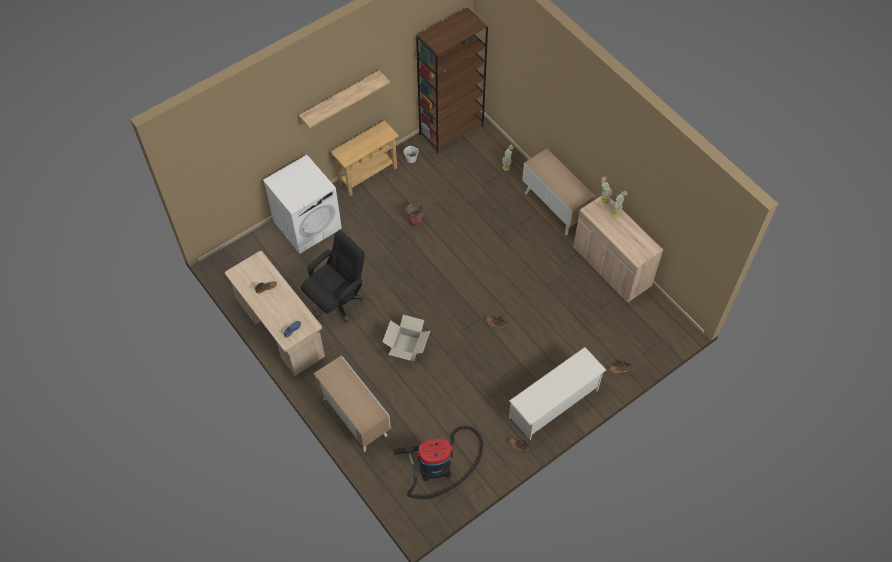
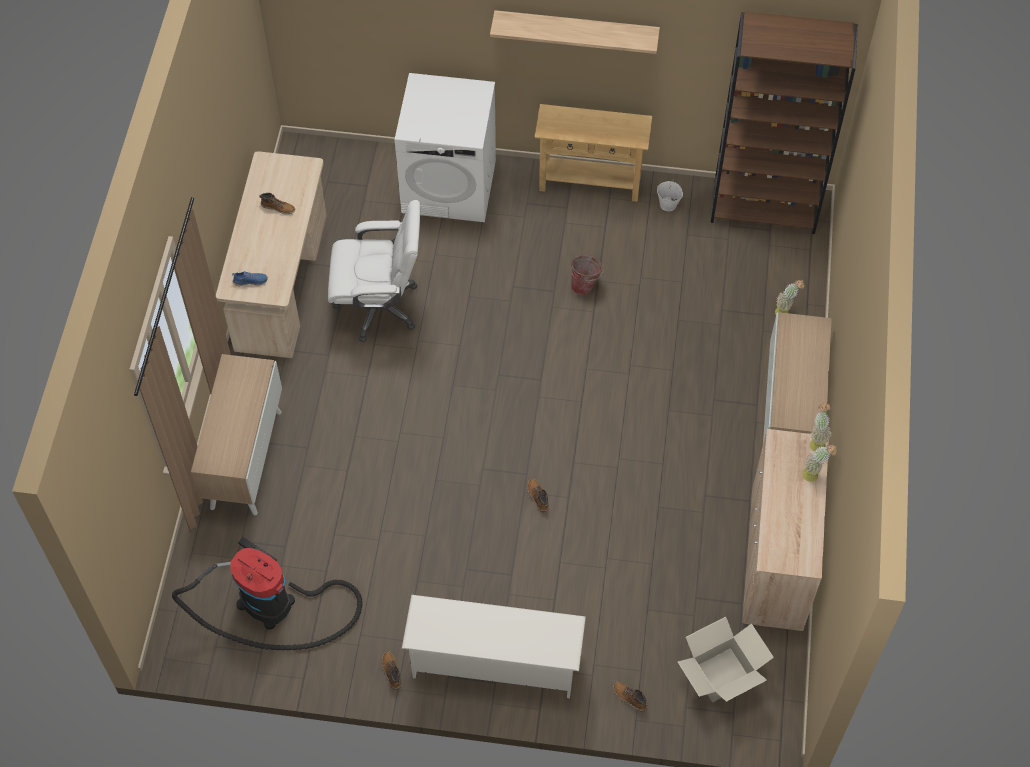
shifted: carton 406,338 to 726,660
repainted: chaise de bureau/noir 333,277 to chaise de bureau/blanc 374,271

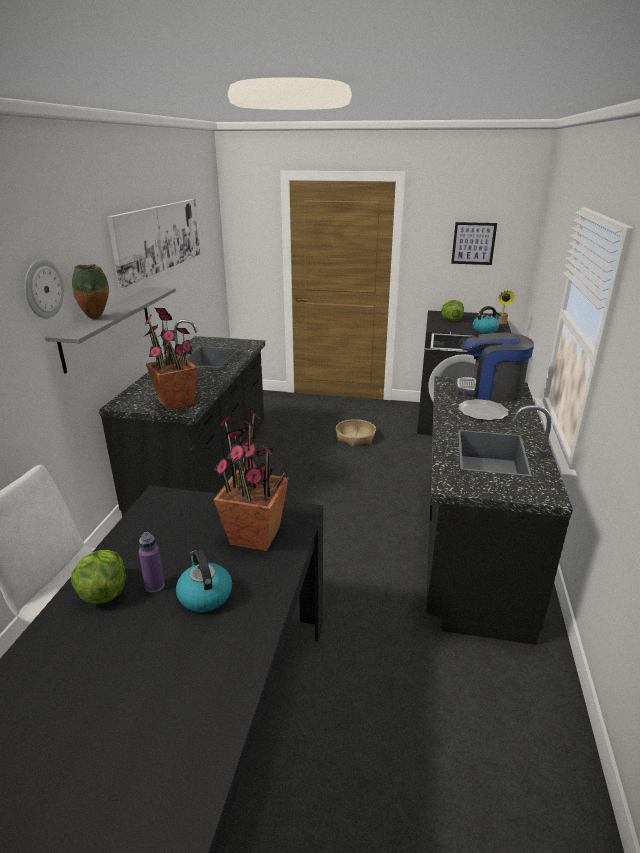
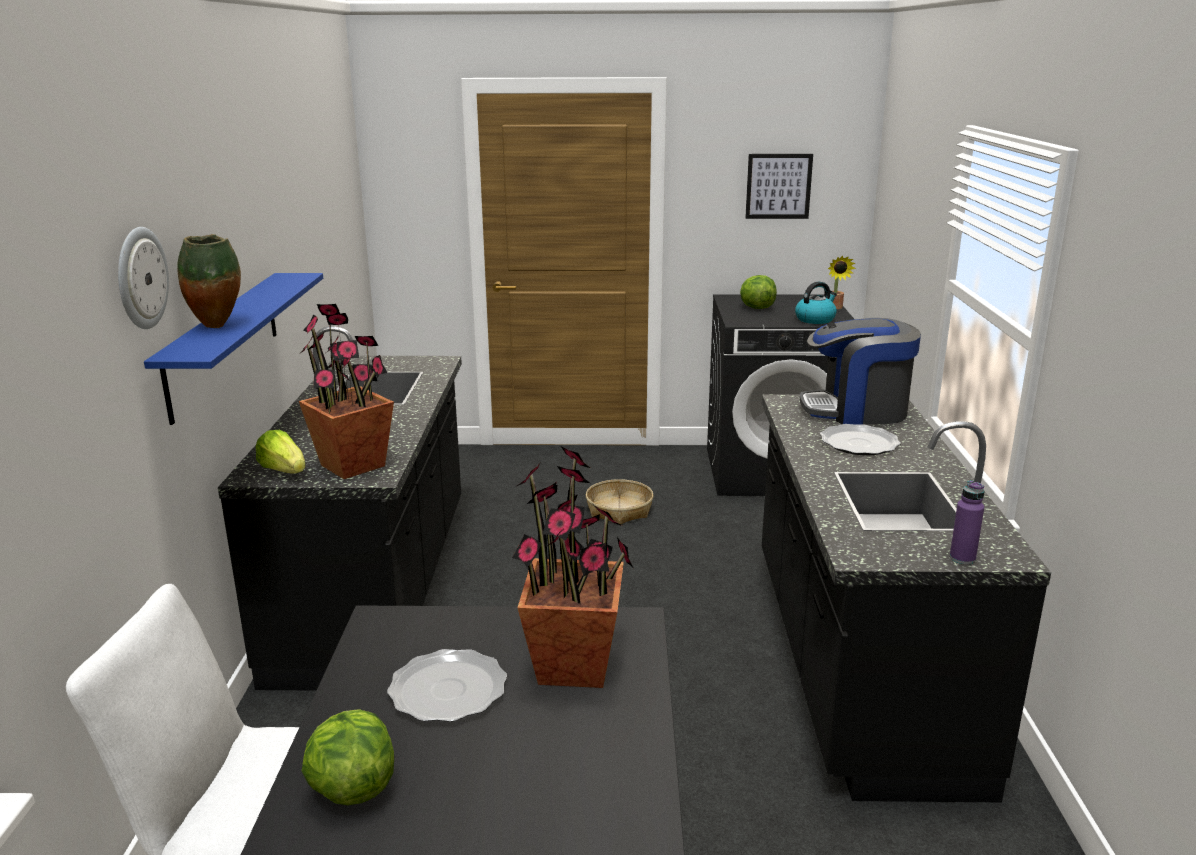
gone: tableau 153,243; bouilloire 204,581
new: laitue 280,452; assiette 447,685
shifted: bouteille/violet 152,562 to 967,522
repainted: étagère/gris 110,330 to étagère/bleu 233,349

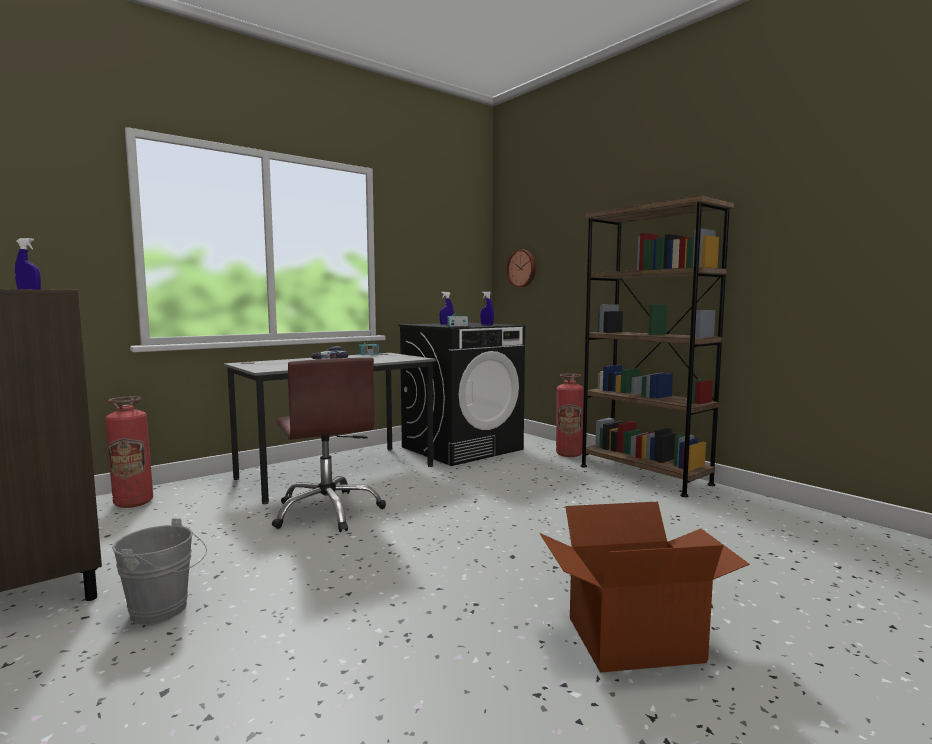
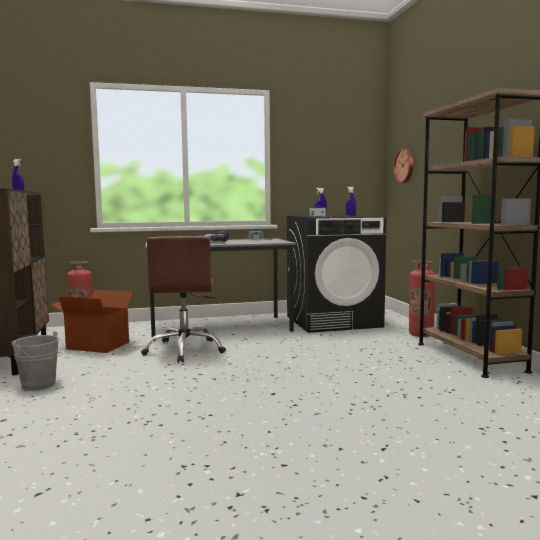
shifted: carton 644,587 to 95,321

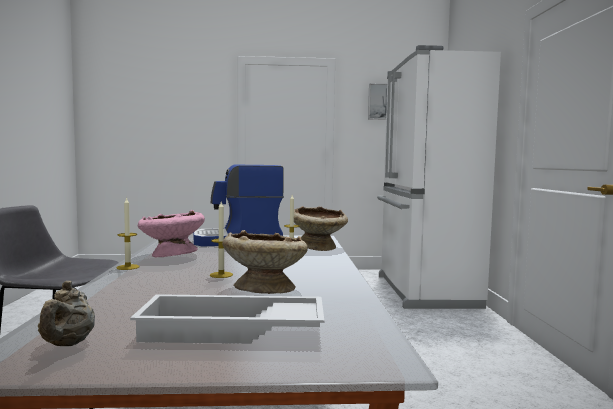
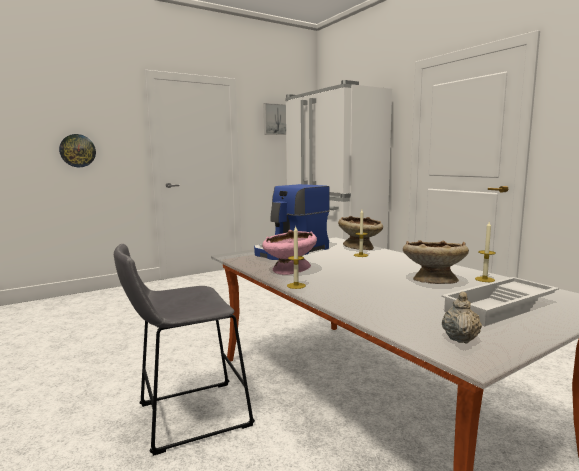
new: horloge murale 77,150
shifted: bougie 221,240 to 485,252
rotated: théière/beige 66,313 = 462,318 120 degrees counterclockwise

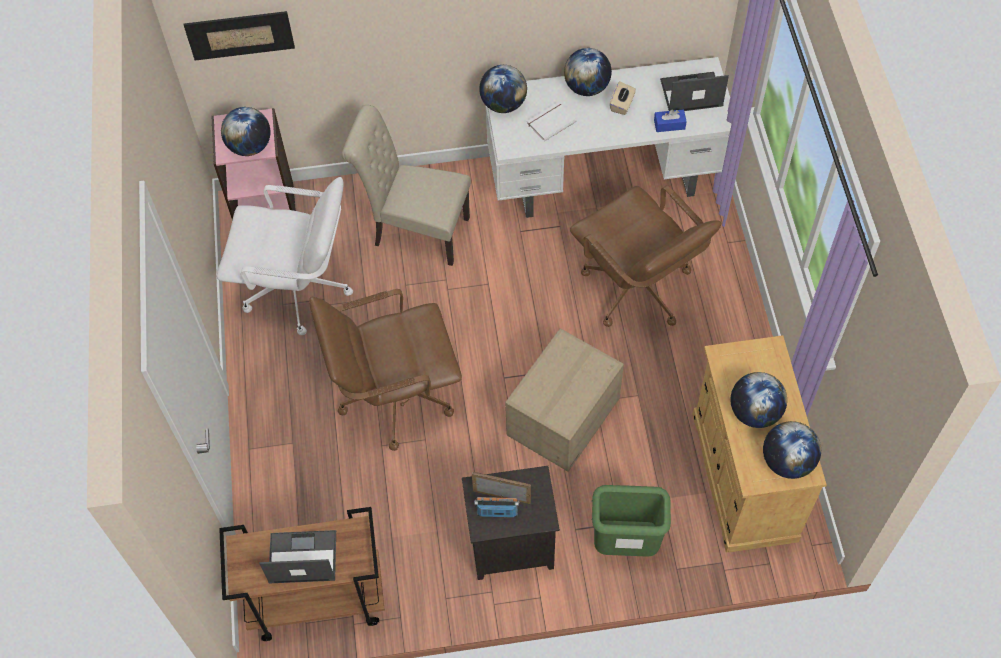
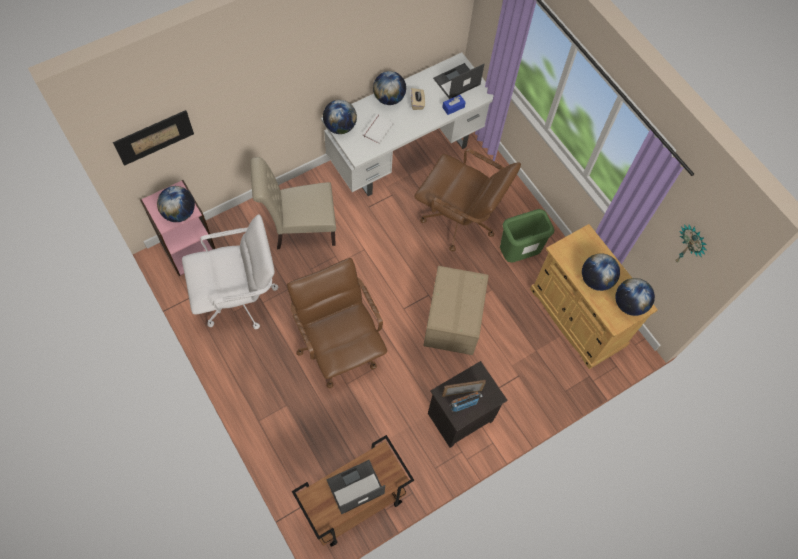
new: horloge murale 691,243
shifted: poubelle/vert 631,521 to 527,236
rotated: chaise de bureau/marron 385,370 = 337,323 105 degrees clockwise

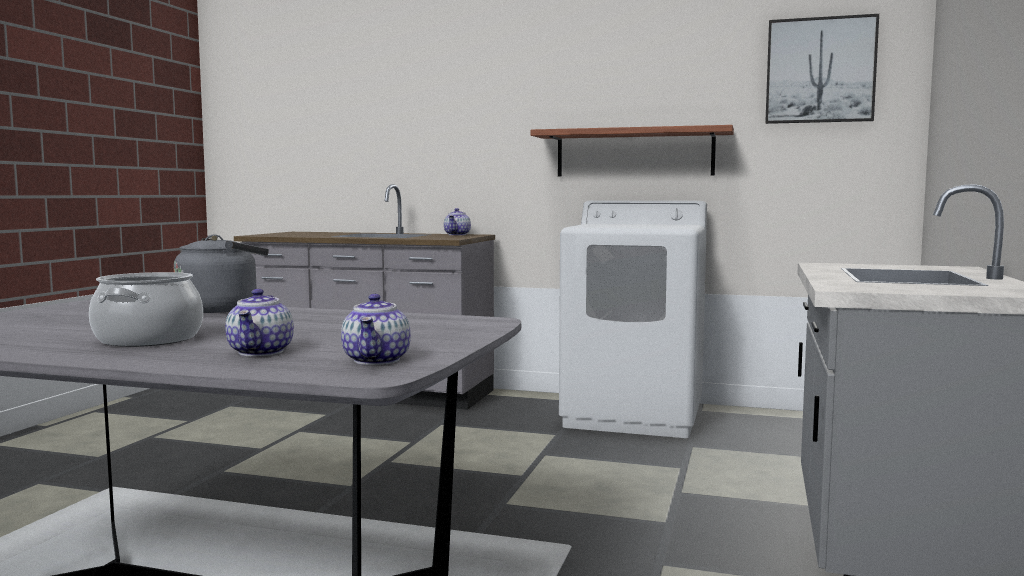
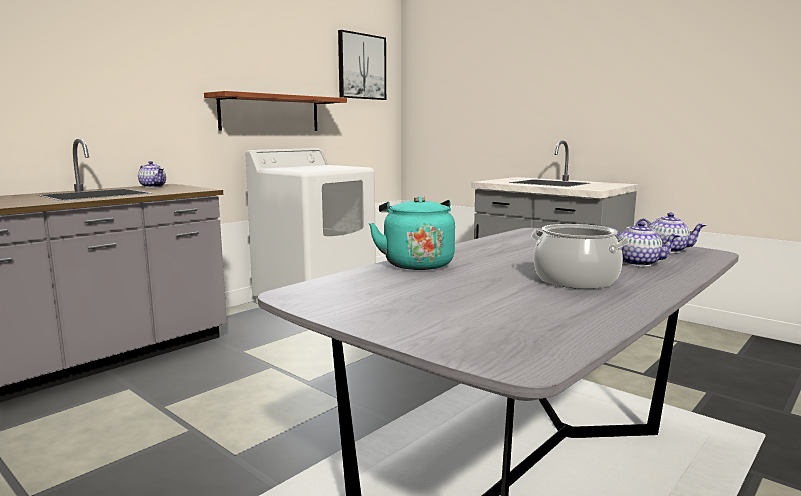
repainted: bouilloire/gris 221,273 to bouilloire/turquoise 412,233

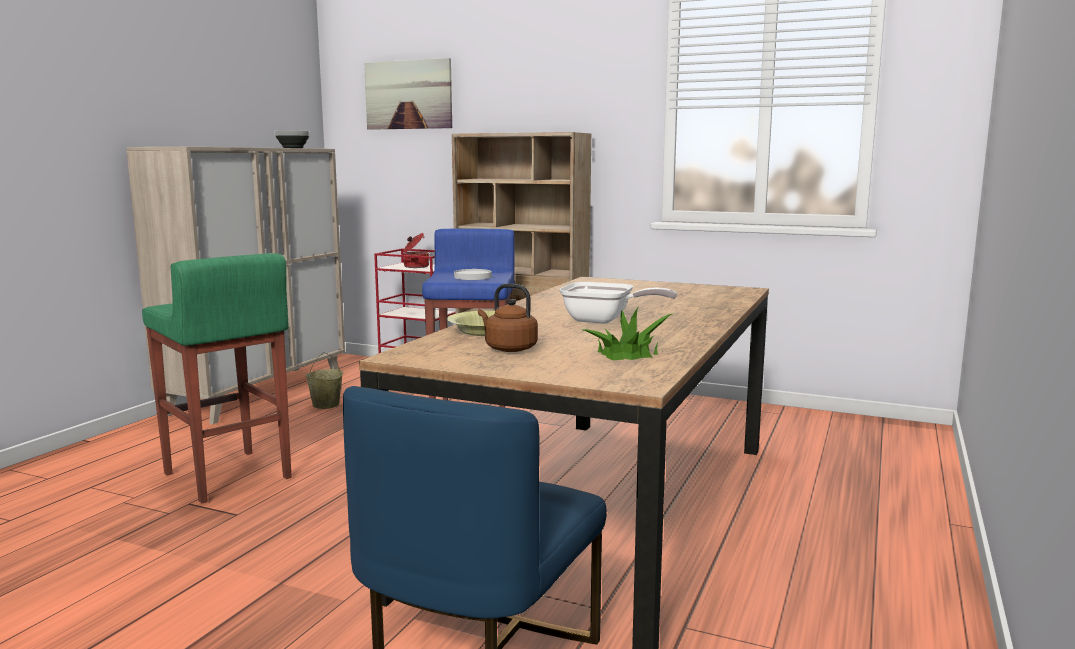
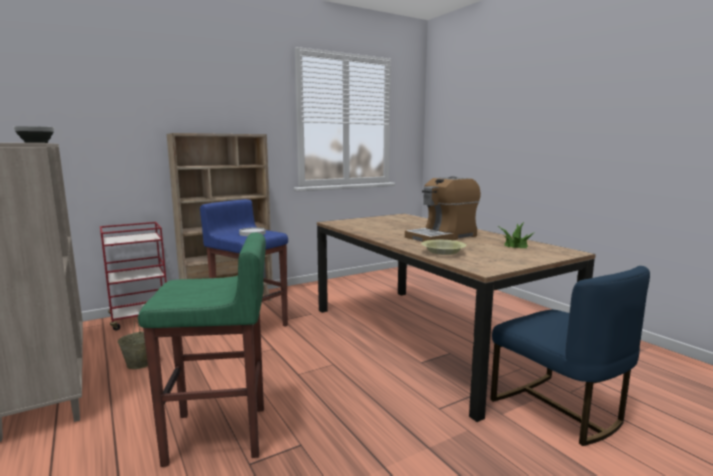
gone: tableau 408,94; marmite 416,250; bouilloire/marron 508,318
swapped: poêle 618,303 to machine à café 443,209

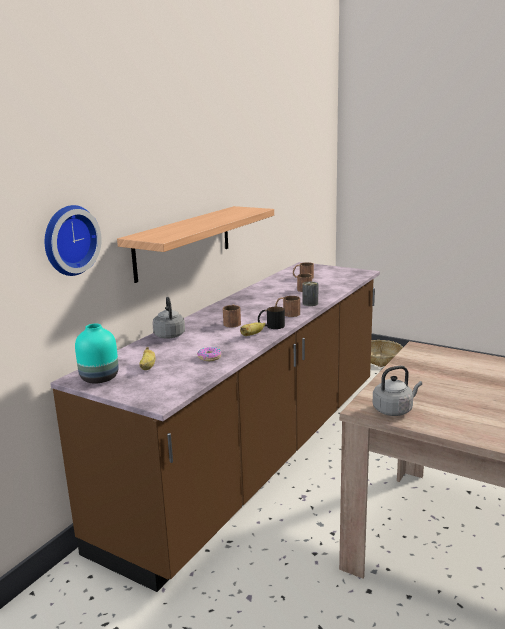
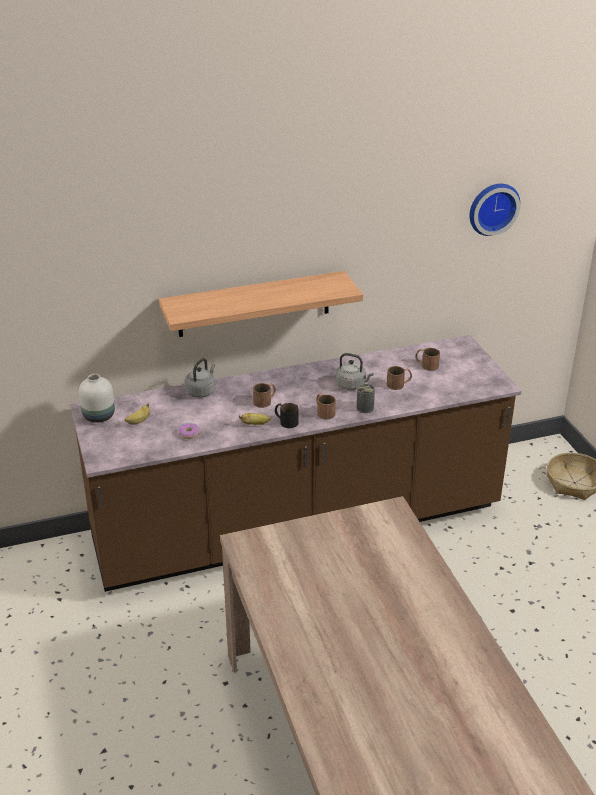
shifted: horloge murale 73,240 to 494,210; bouilloire/gris 397,391 to 355,371
repainted: vase/turquoise 97,353 to vase/blanc 97,398

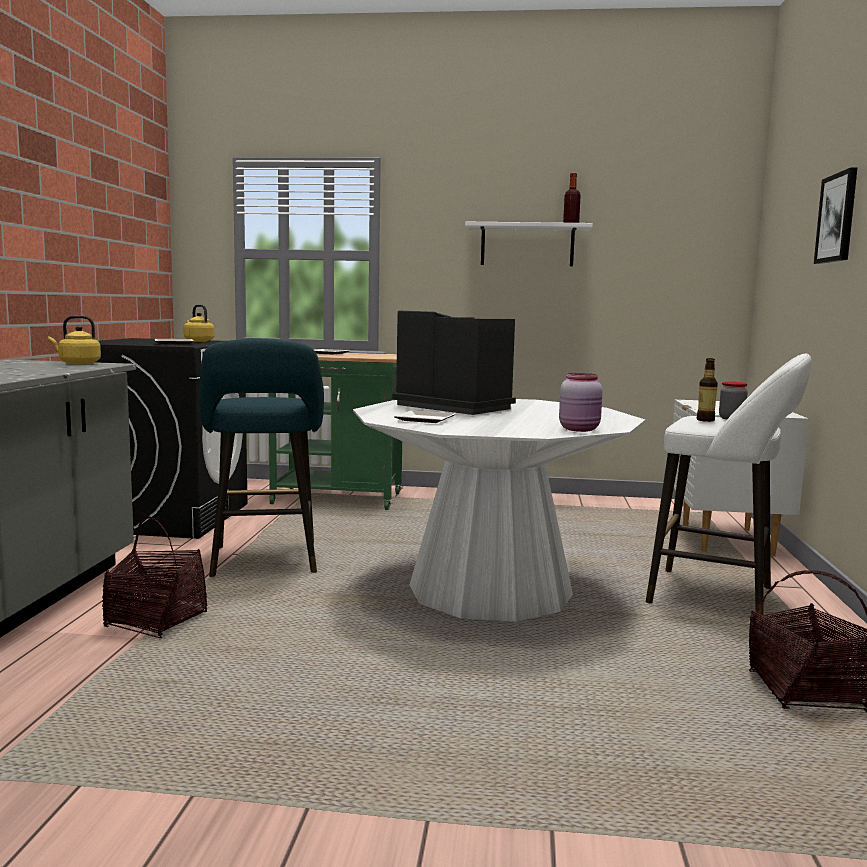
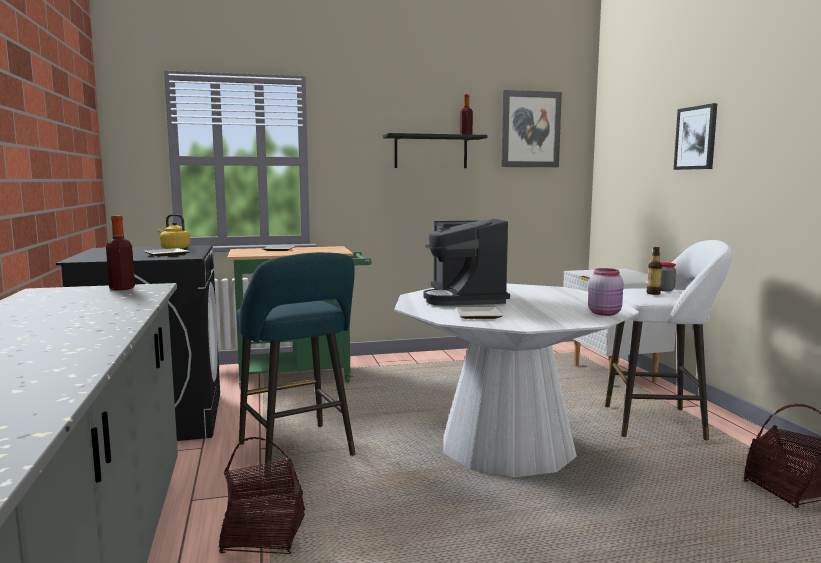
new: tableau 531,128
swapped: bouilloire/jaune 74,339 to bouteille 120,252
repainted: étagère/blanc 529,244 to étagère/noir 435,150
rotated: machine à café 454,363 = 466,262 120 degrees counterclockwise

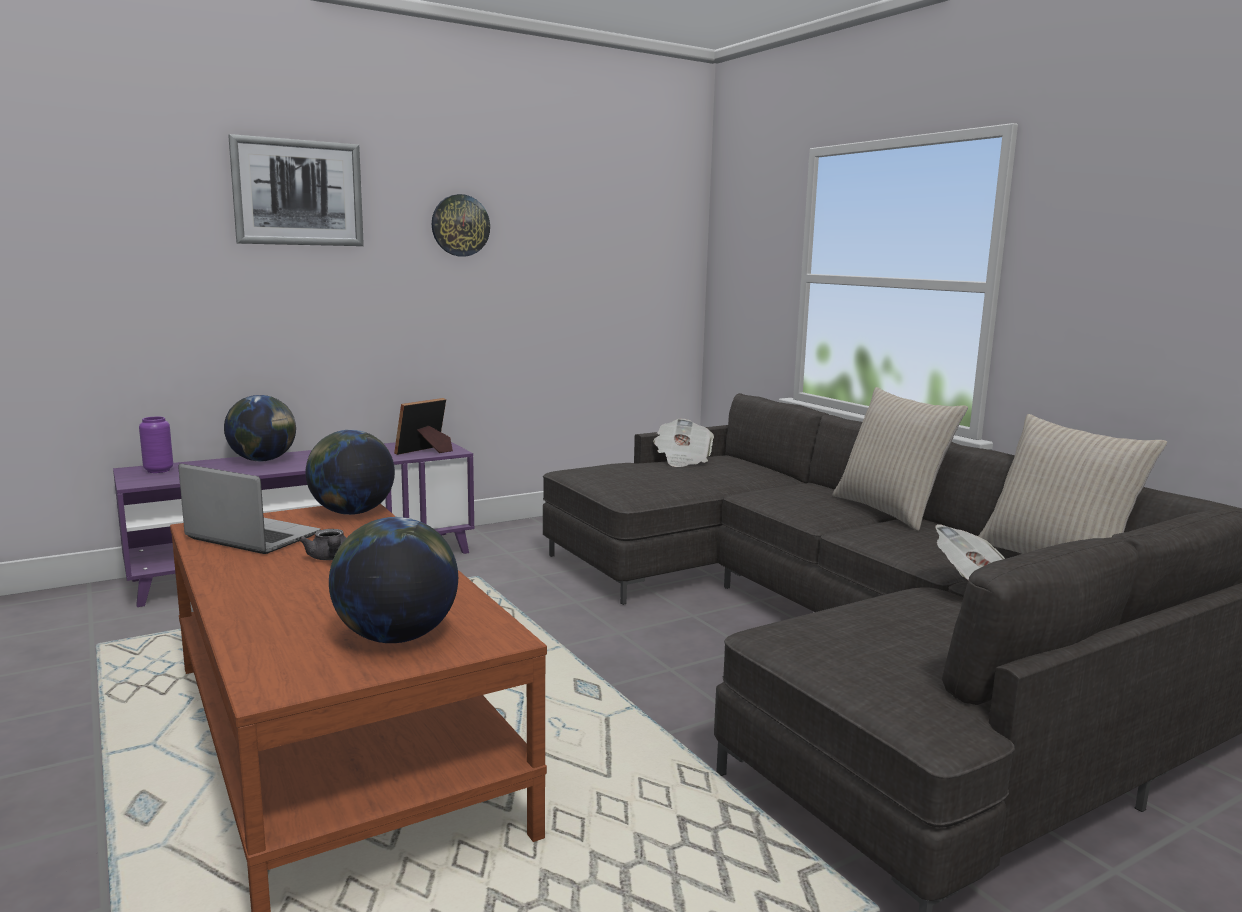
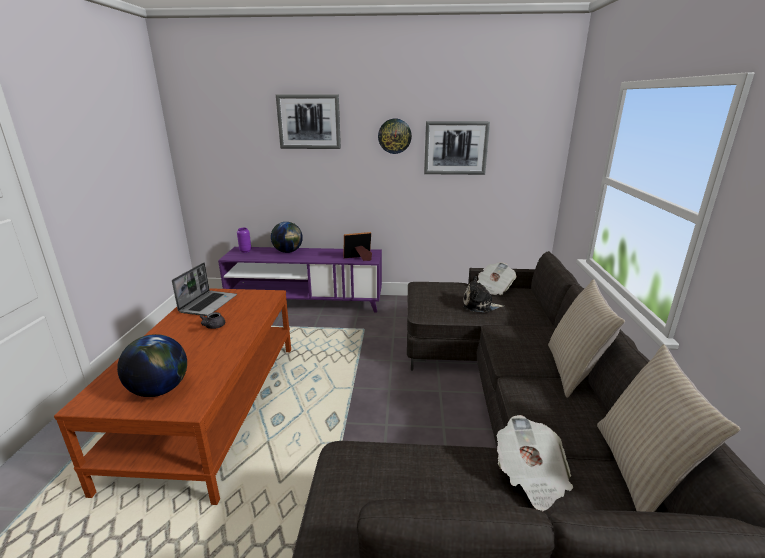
gone: globe 350,472
new: tableau 457,148; peluche 484,294
rotated: ordinateur portable 249,509 = 204,289 45 degrees clockwise

